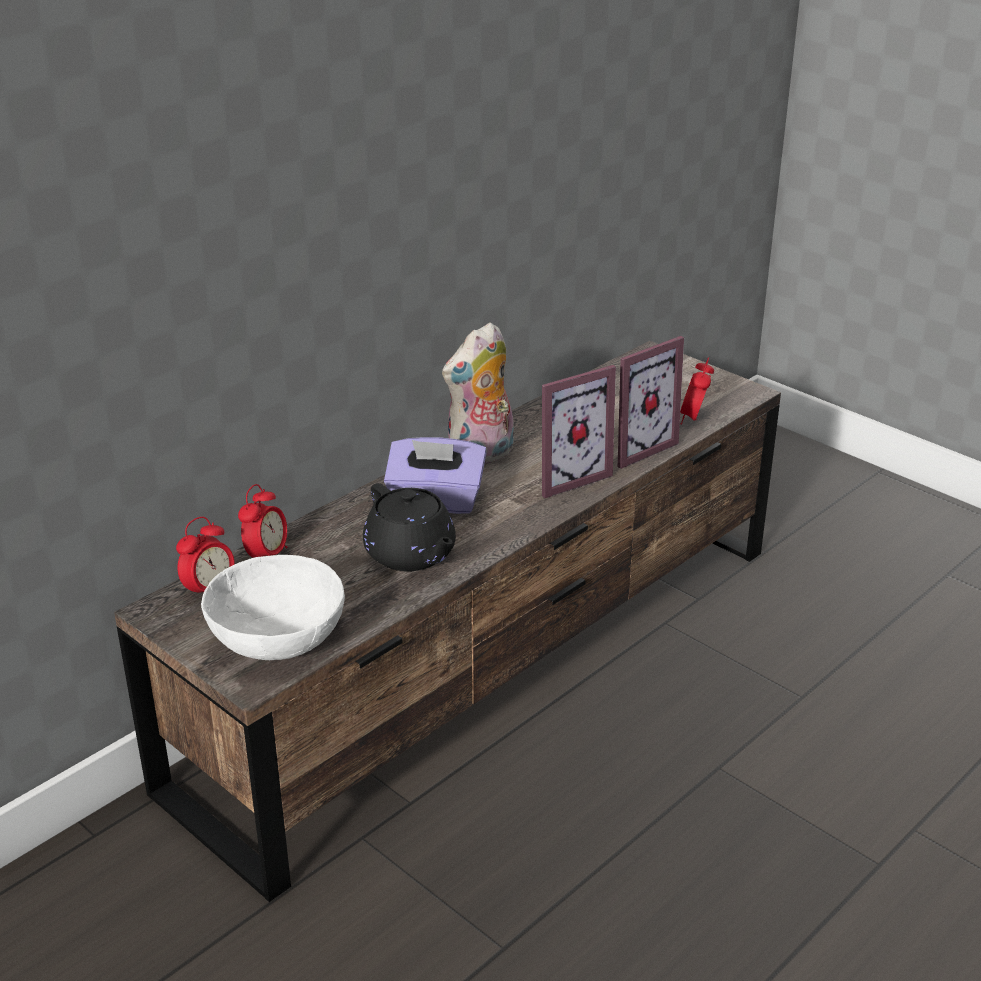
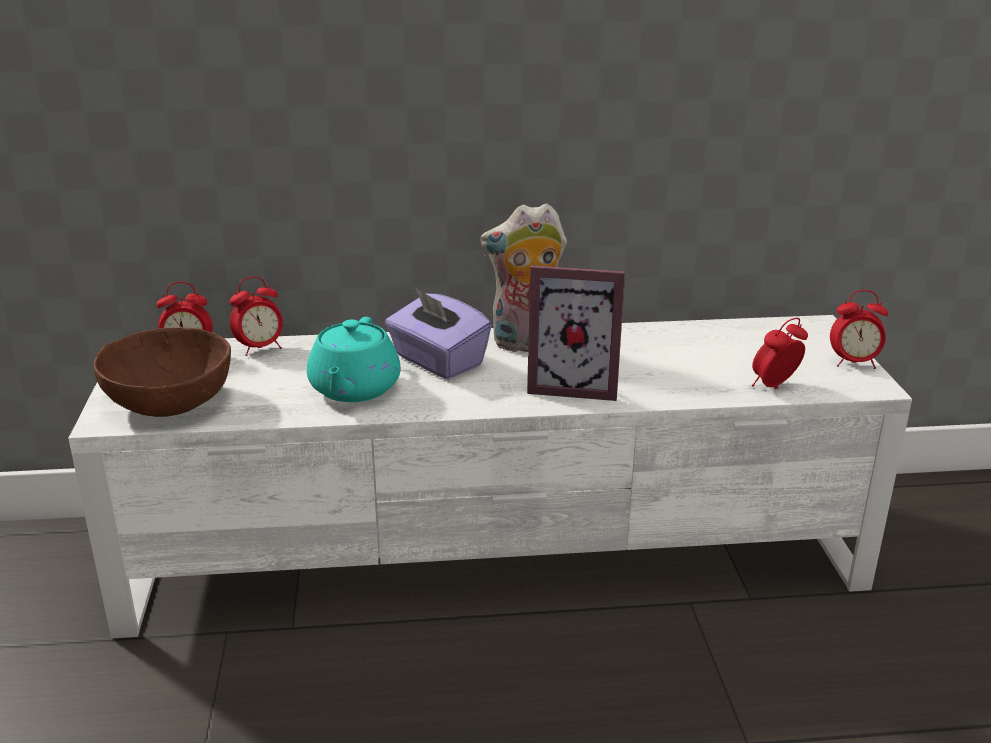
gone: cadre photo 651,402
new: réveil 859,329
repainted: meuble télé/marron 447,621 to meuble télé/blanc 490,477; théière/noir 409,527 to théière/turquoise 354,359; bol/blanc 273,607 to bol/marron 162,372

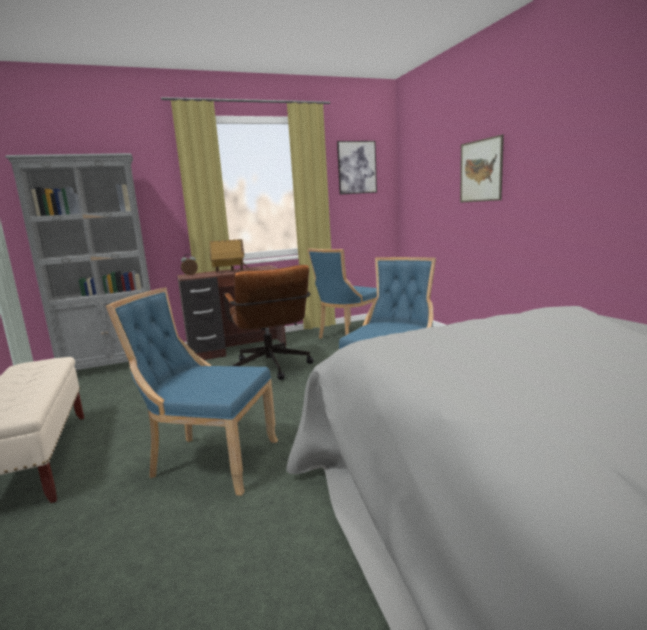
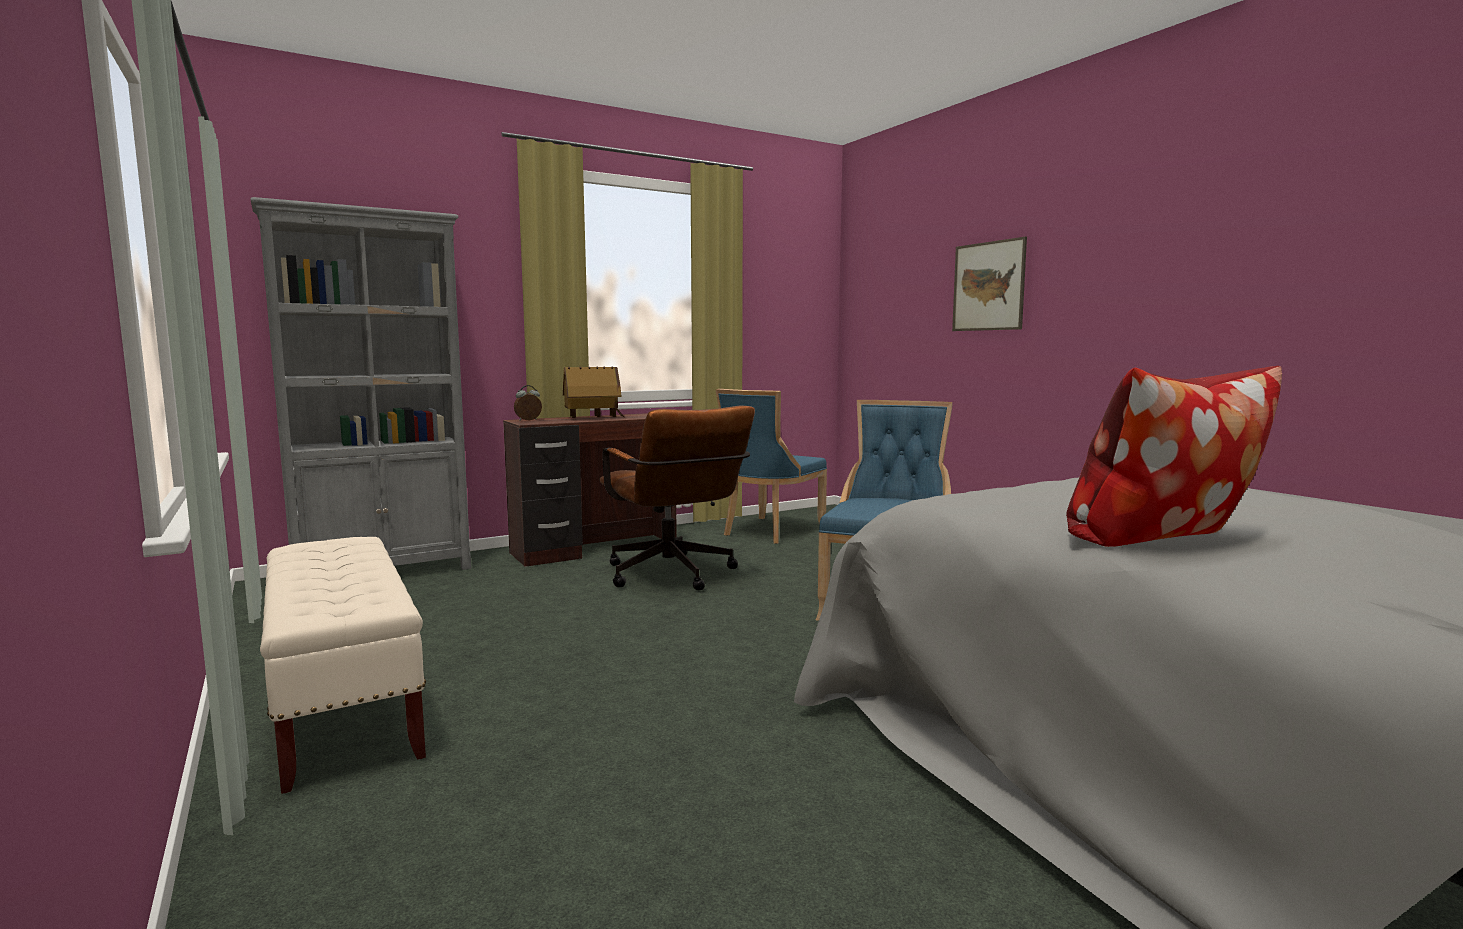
gone: tableau 357,168; chaise/bleu 192,391
new: coussin 1174,456

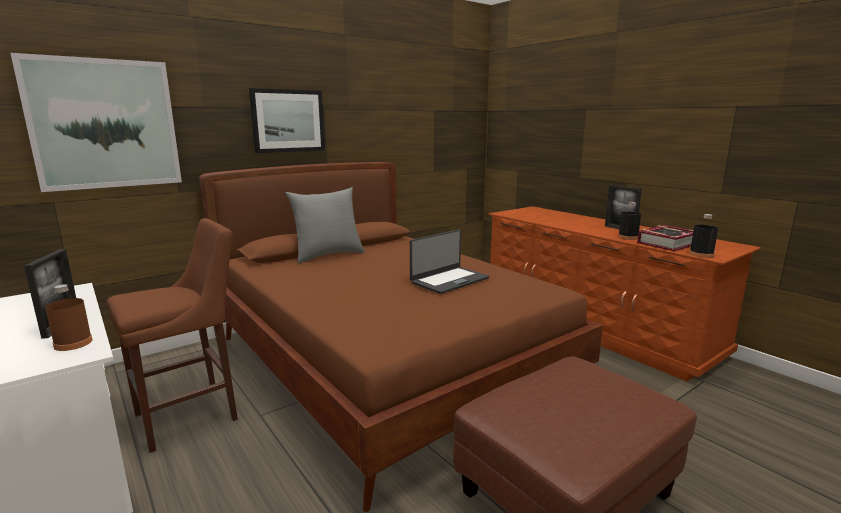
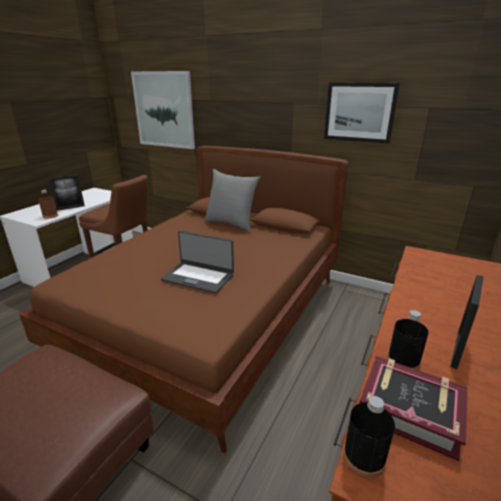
shifted: tableau 287,120 to 362,113

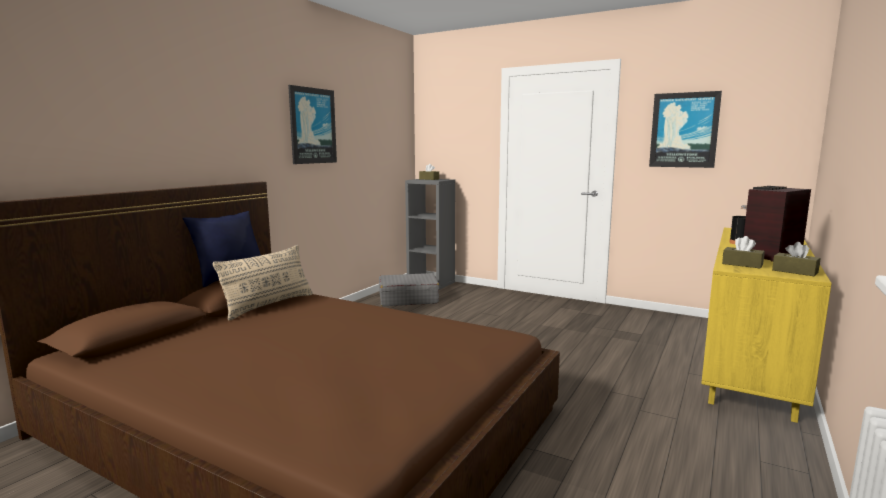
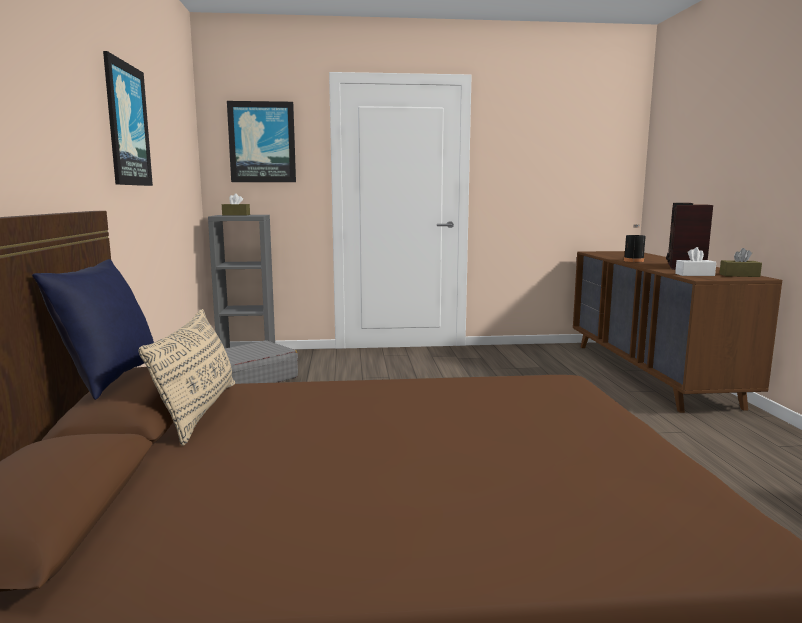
shifted: tableau 685,129 to 261,141
repainted: commode/jaune 766,325 to commode/marron 677,332; boîte à mouchoirs/marron 743,252 to boîte à mouchoirs/blanc 695,261

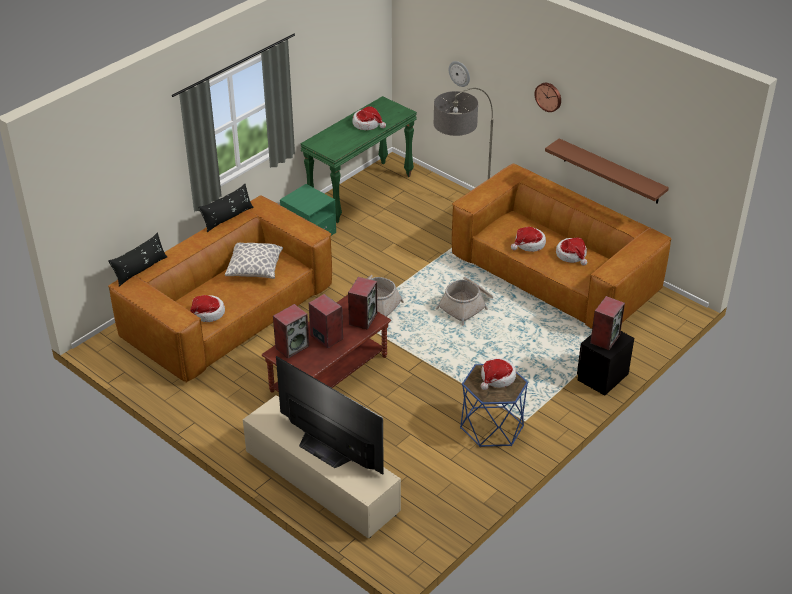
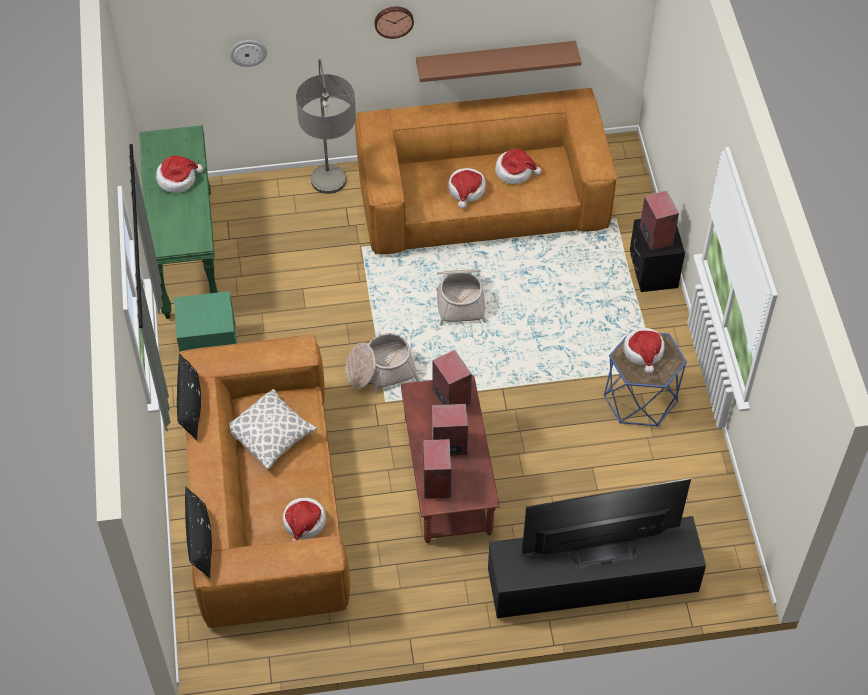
repainted: meuble télé/beige 322,467 to meuble télé/noir 597,567

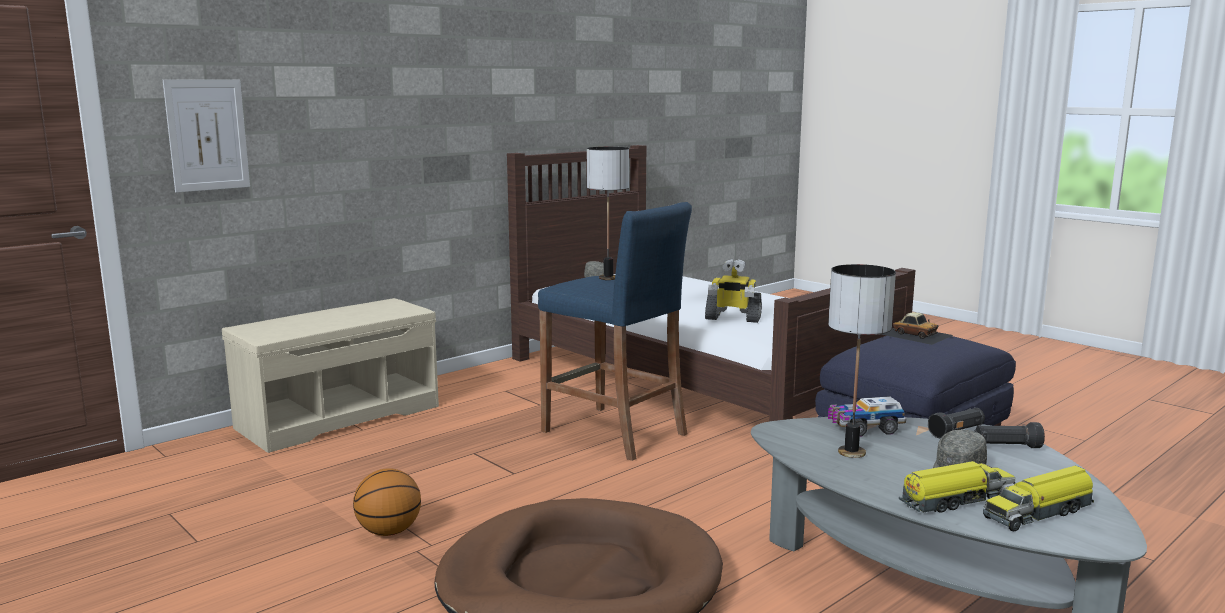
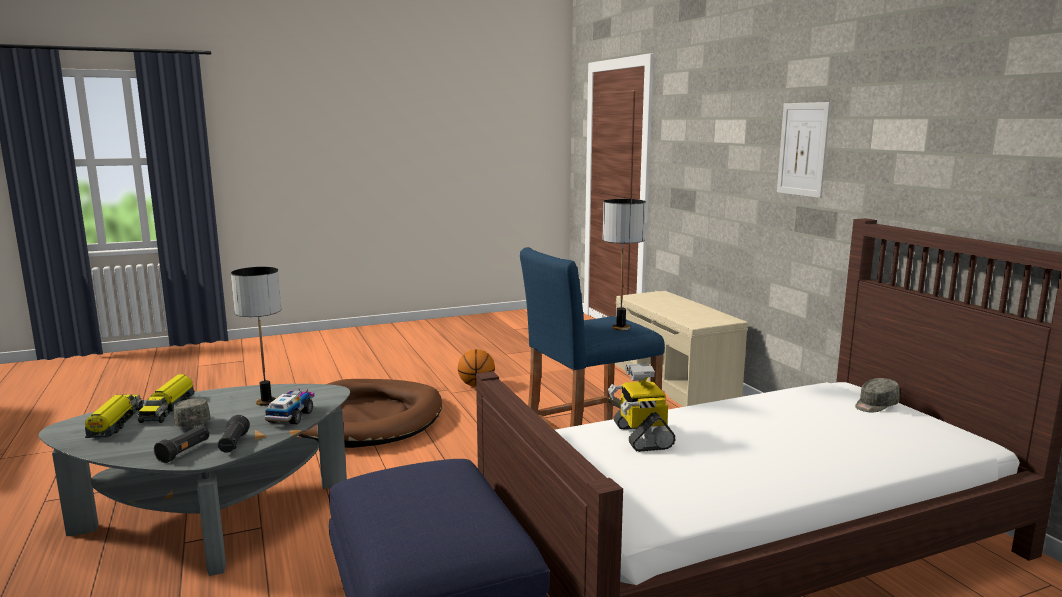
gone: petite voiture 917,328
shifted: tableau 206,136 to 804,150
rotated: robot jouet 733,291 = 641,408 45 degrees counterclockwise

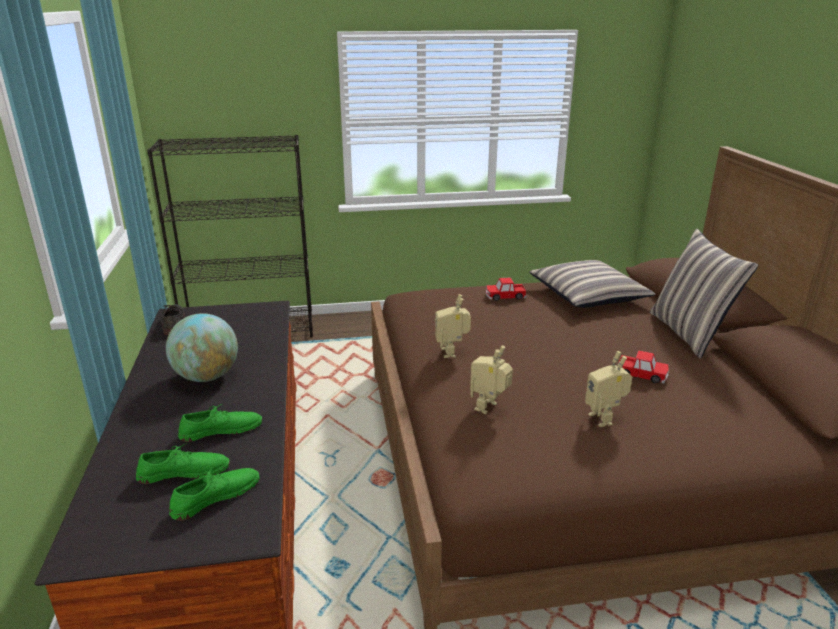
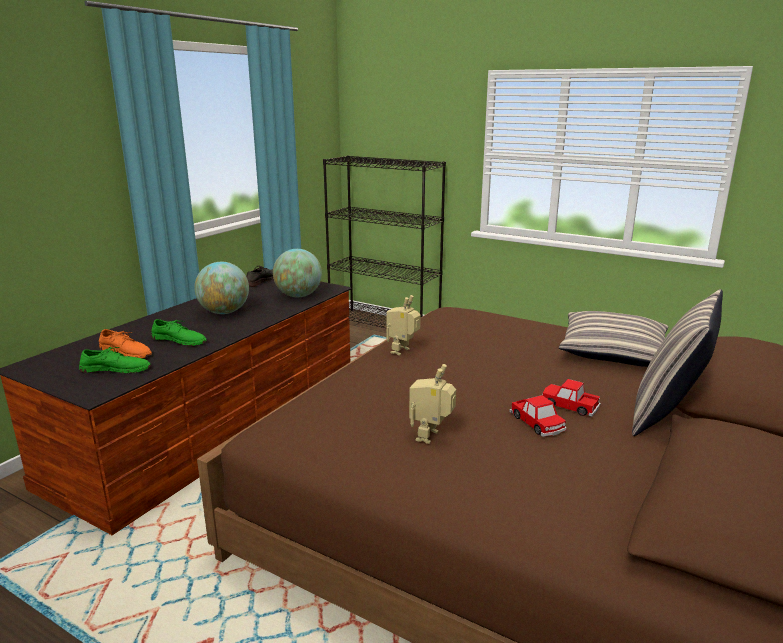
gone: robot jouet 491,379
new: globe 297,273
shifted: petite voiture 506,289 to 571,398
repainted: chaussure/vert 183,463 to chaussure/orange 125,343

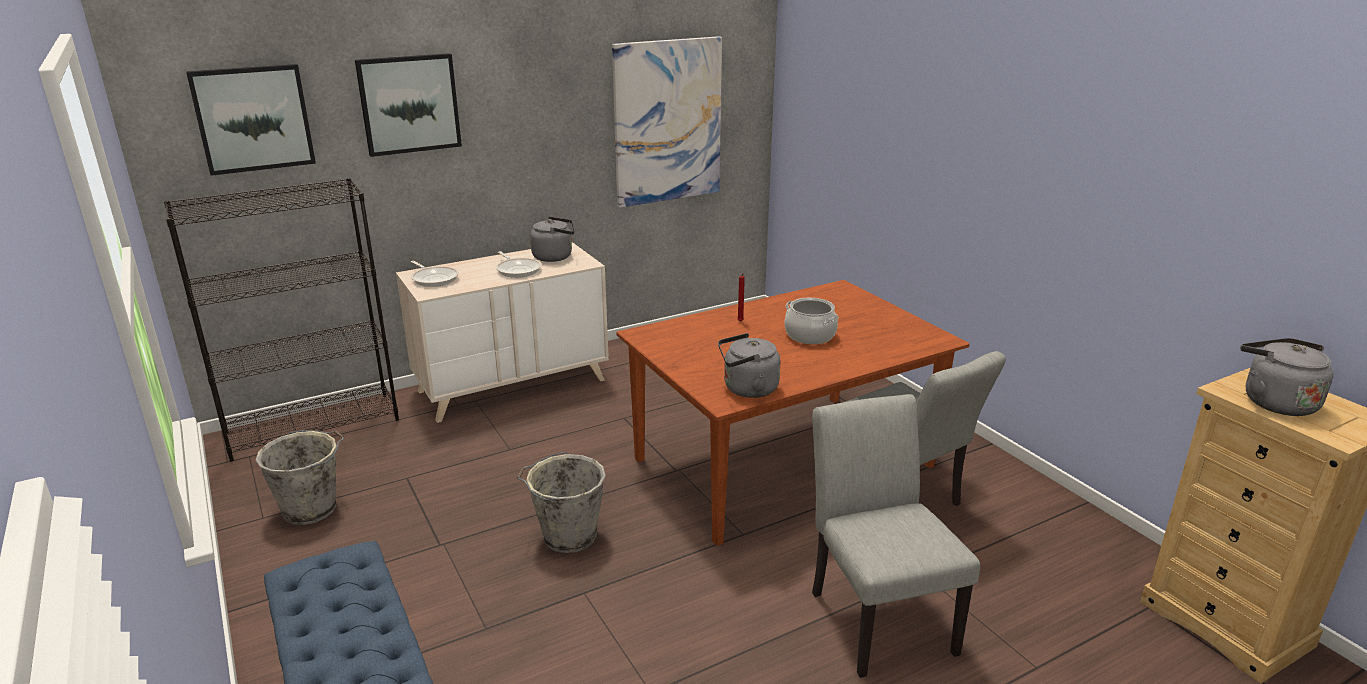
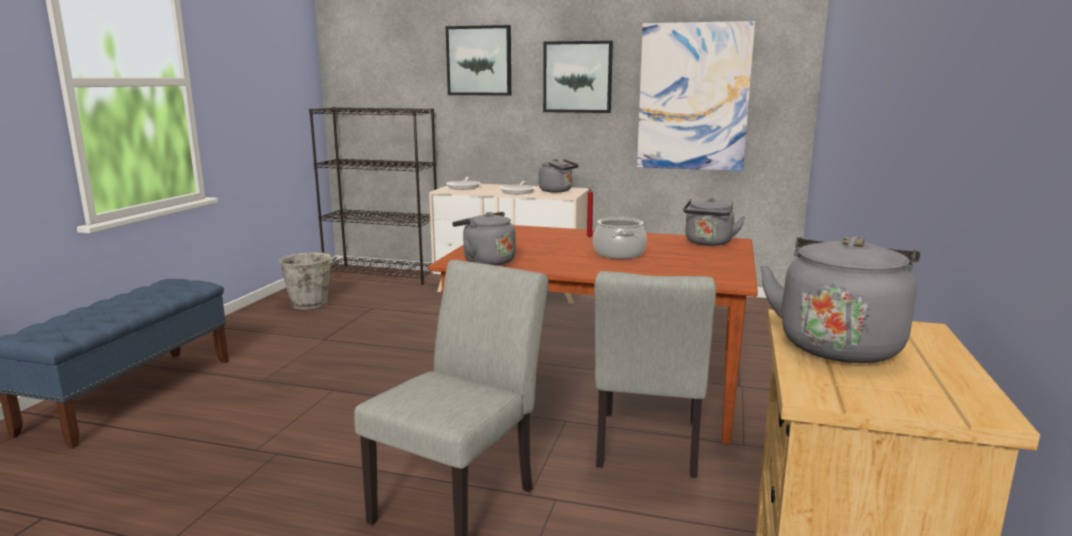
gone: seau/gris 561,502
new: bouilloire/gris 714,222
shifted: tableau 251,120 to 578,77

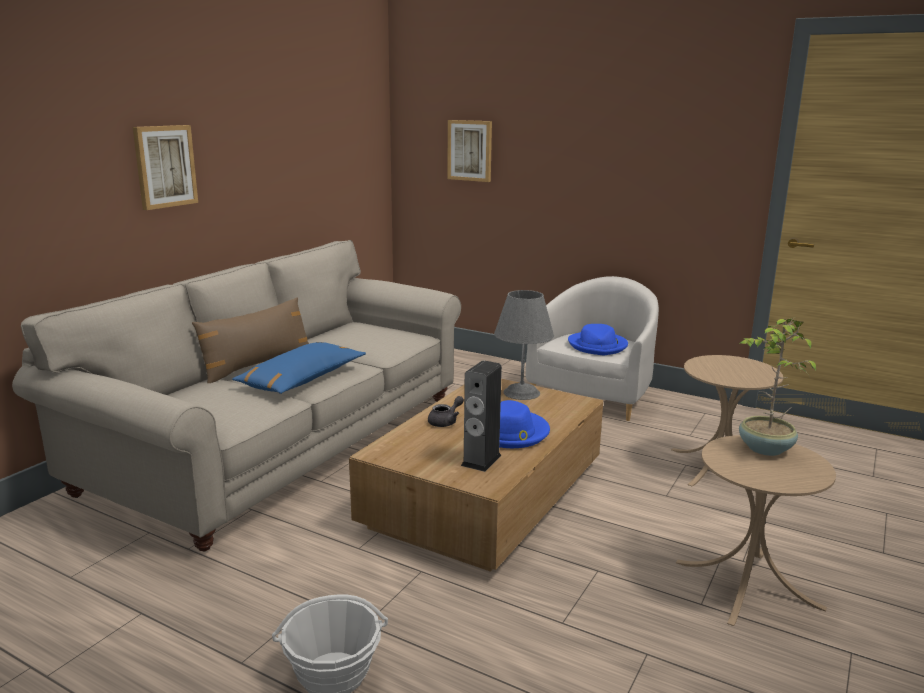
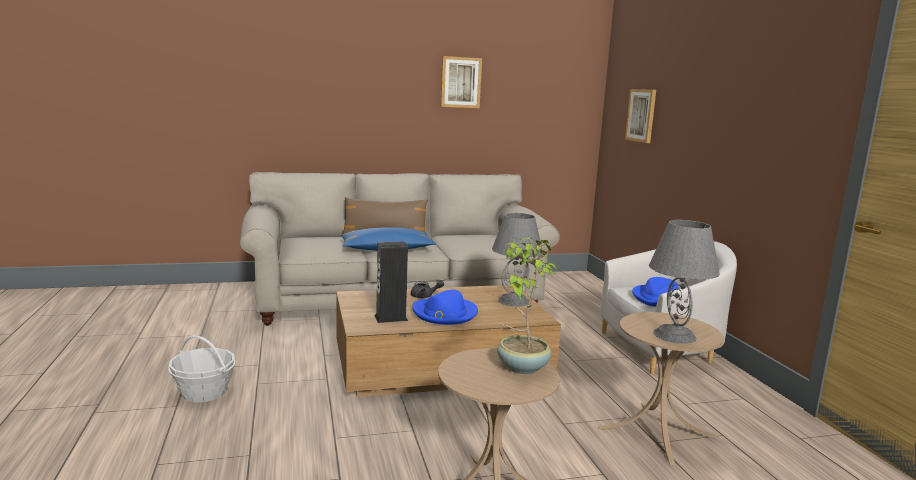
new: lampe de table/gris 684,282
shifted: tableau 165,167 to 461,82

